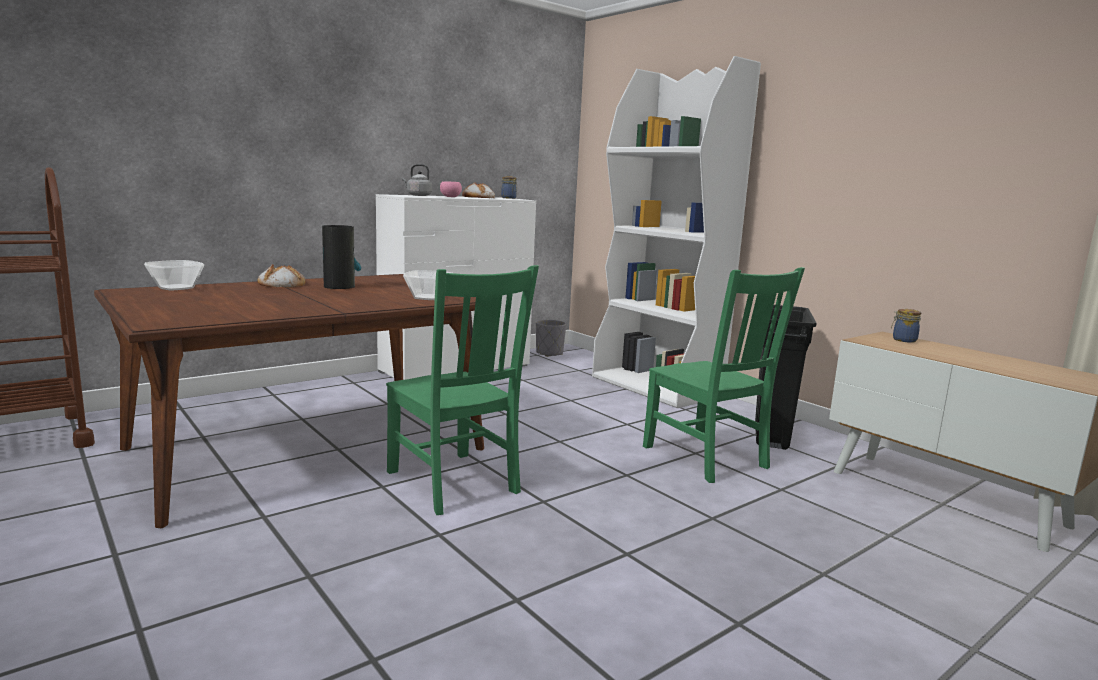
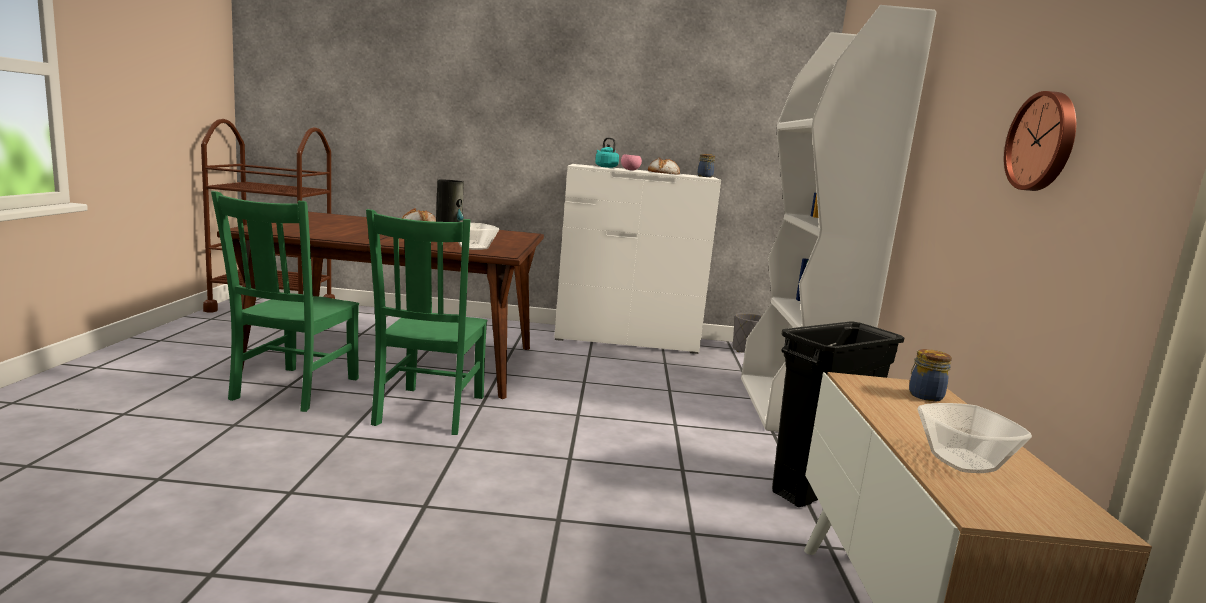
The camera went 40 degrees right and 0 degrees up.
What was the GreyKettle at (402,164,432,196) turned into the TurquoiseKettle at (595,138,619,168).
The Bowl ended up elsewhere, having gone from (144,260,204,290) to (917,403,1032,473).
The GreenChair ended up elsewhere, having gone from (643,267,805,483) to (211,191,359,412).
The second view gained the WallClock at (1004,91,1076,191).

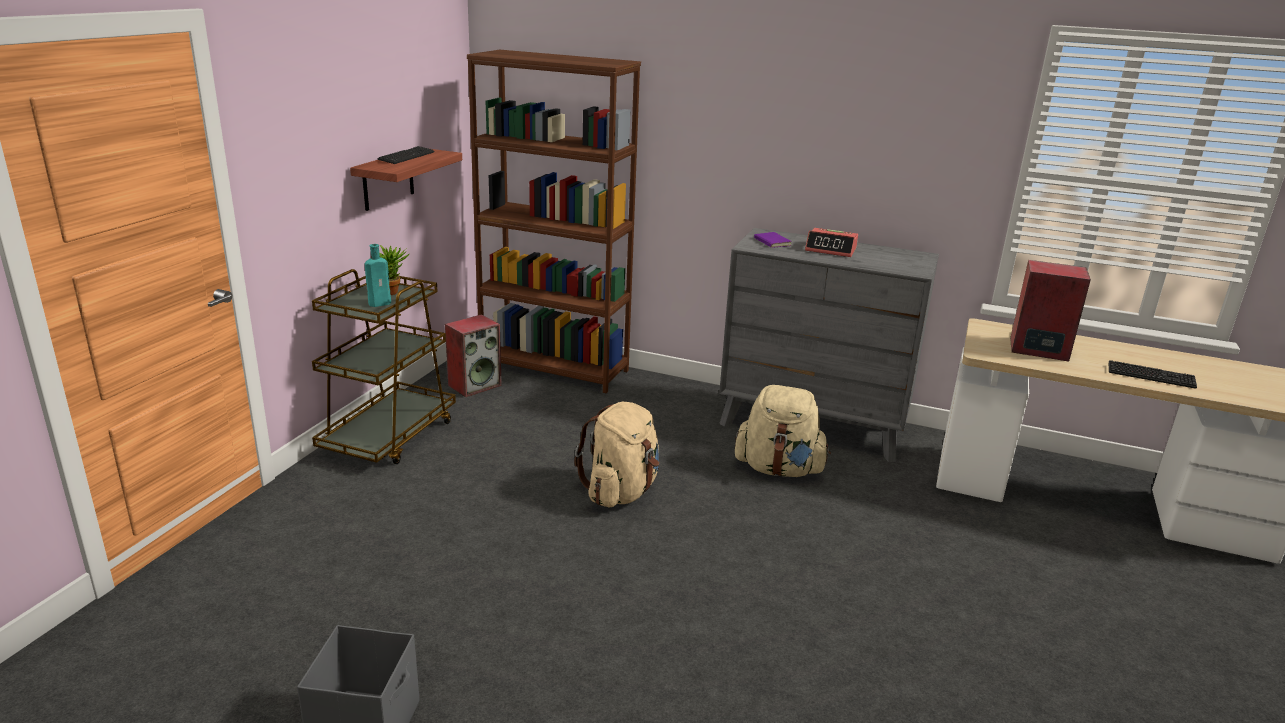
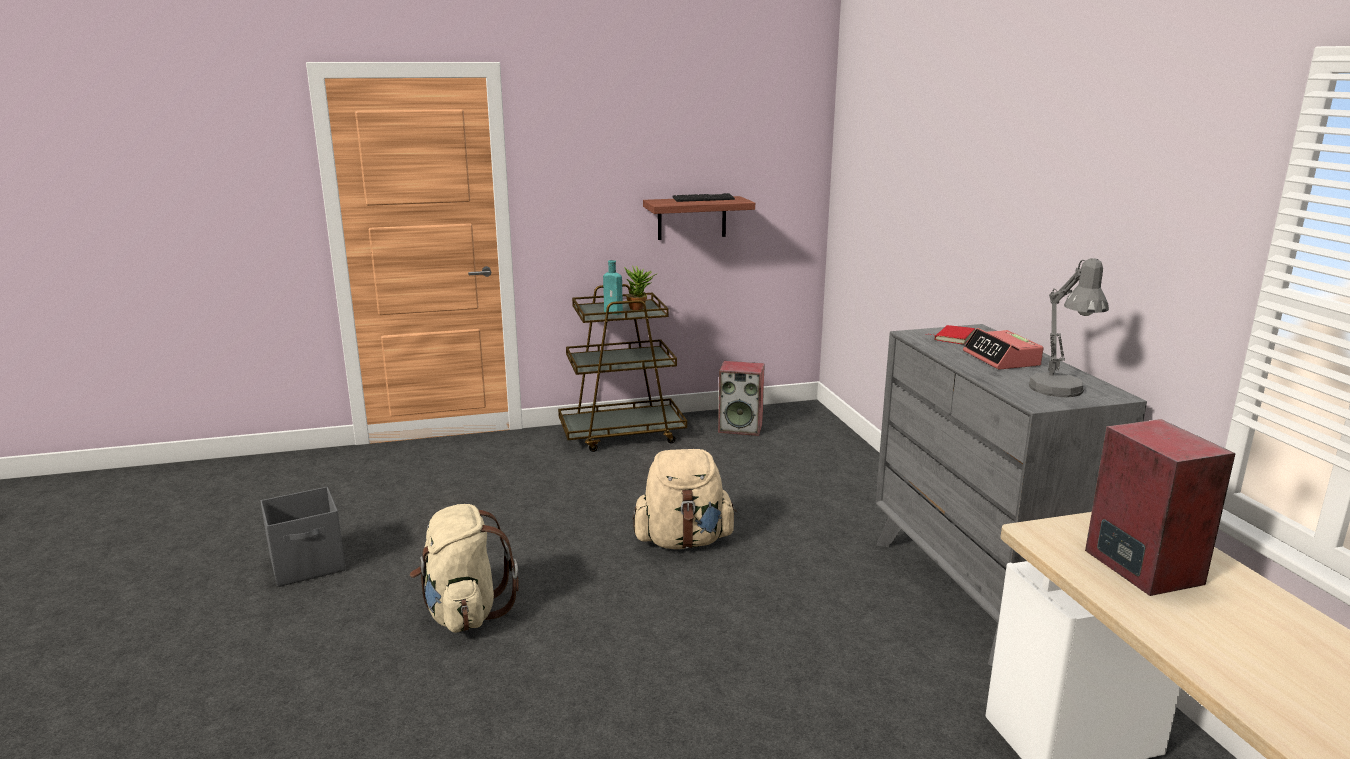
The camera went 55 degrees right and 5 degrees down.
The second view lost the BrownBookcase at (467,50,641,393).
What was the PurpleBook at (754,232,792,248) turned into the RedBook at (925,325,975,345).
The second view lost the Keyboard at (1109,360,1197,389).
The BeigeBackpack ended up elsewhere, having gone from (735,385,831,477) to (410,504,519,633).
The second view gained the GreyTableLamp at (1029,258,1109,397).

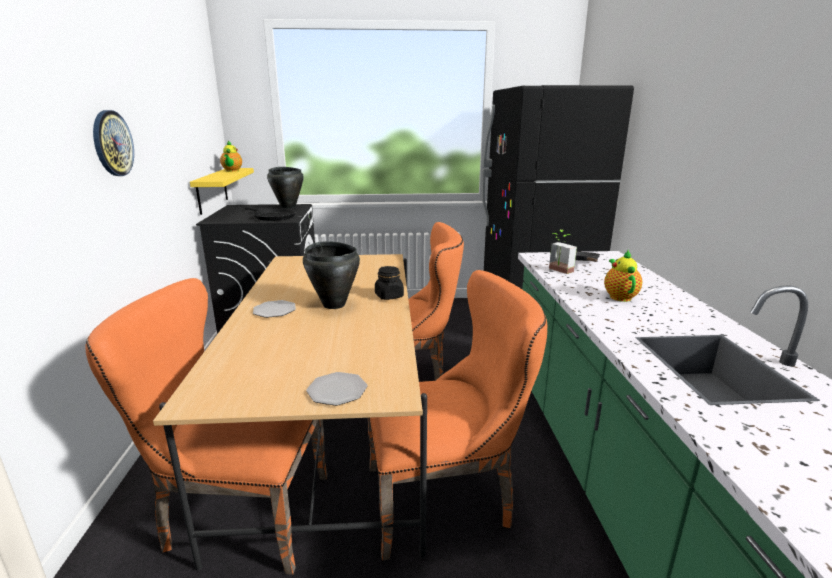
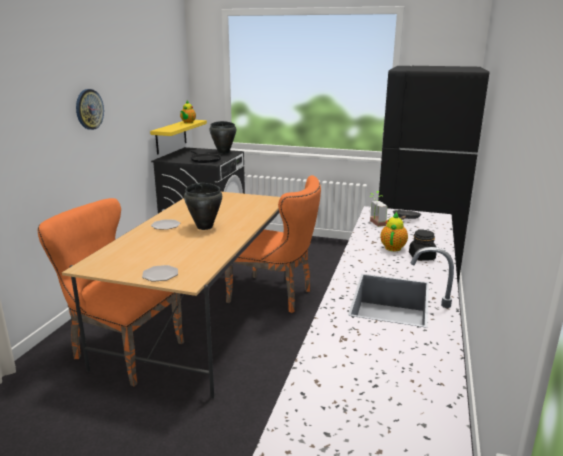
The camera went 20 degrees right and 0 degrees up.
The BlackJar ended up elsewhere, having gone from (375,266,404,300) to (409,229,437,261).
The second view lost the OrangeChair at (368,270,547,561).

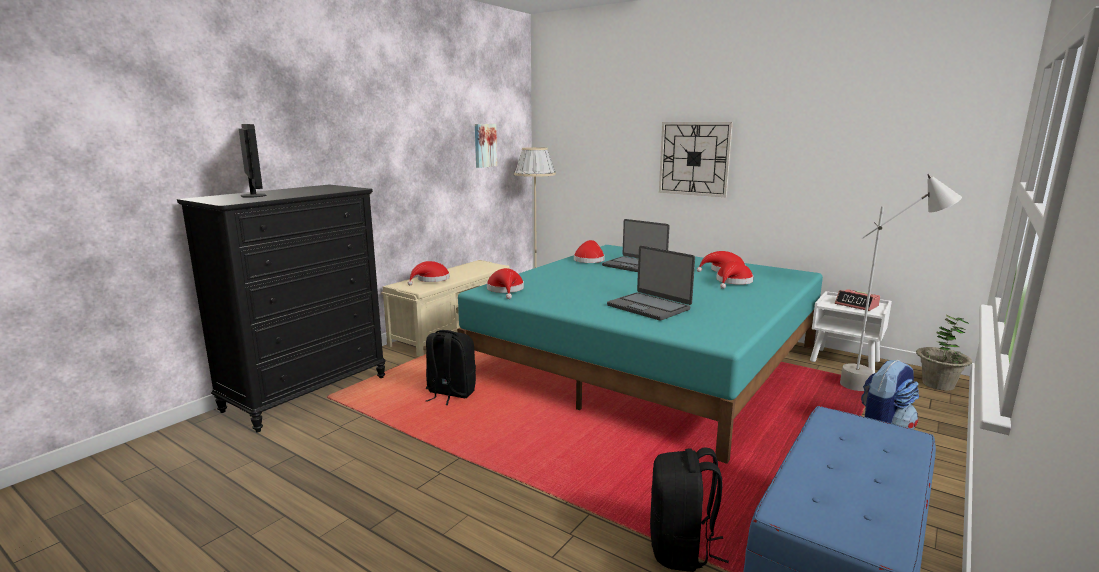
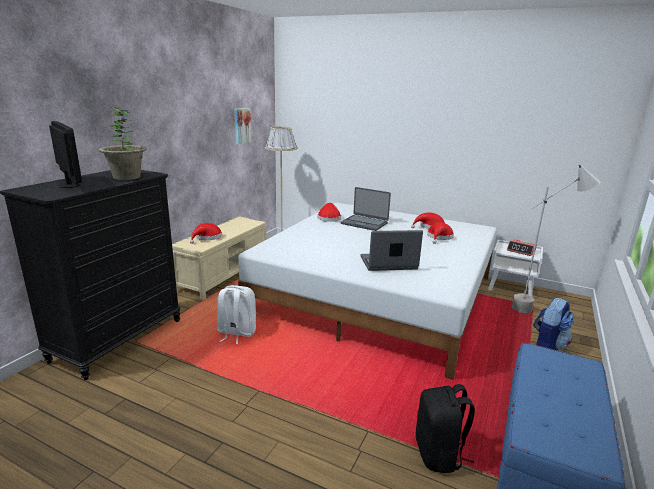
The camera went 10 degrees left and 5 degrees up.
The second view lost the WallClock at (659,122,733,197).
What was the TurquoiseBed at (457,245,823,464) turned into the WhiteBed at (238,203,497,380).
The Laptop at (607,246,695,321) ended up facing another way, 135 degrees clockwise from before.
The second view lost the RedHat at (487,268,524,299).
The PottedPlant ended up elsewhere, having gone from (916,315,973,391) to (99,107,147,180).
What was the BlackBackpack at (426,330,476,405) turned into the WhiteBackpack at (217,285,256,344).

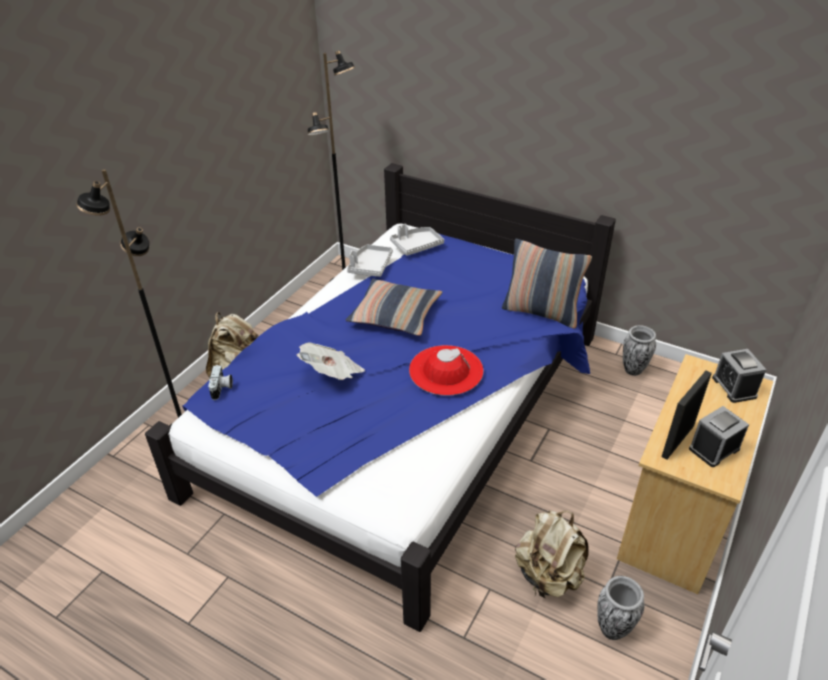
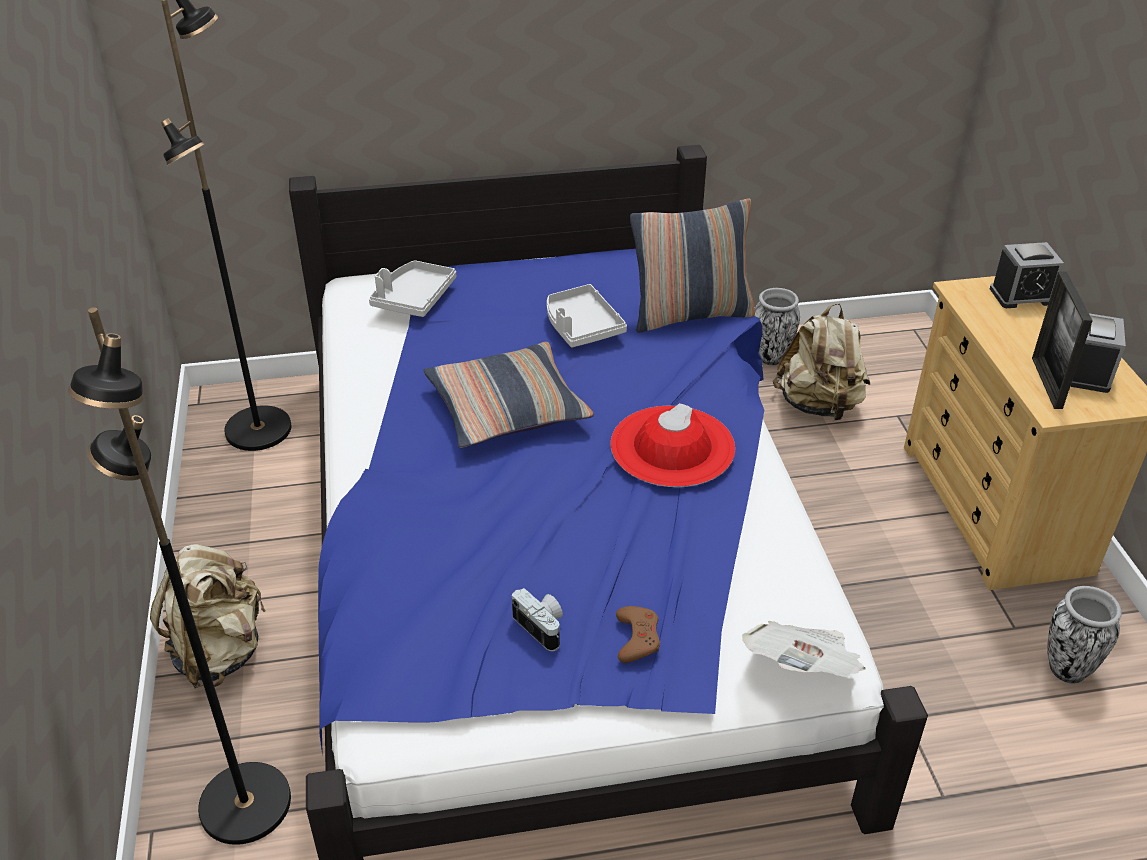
The camera went 40 degrees left and 0 degrees up.
The GreyTray ended up elsewhere, having gone from (347,244,393,277) to (547,284,627,347).
The Newspaper ended up elsewhere, having gone from (297,342,365,380) to (742,621,866,677).
The AlarmClock at (712,349,767,403) ended up facing another way, 45 degrees counterclockwise from before.
The PhotoCamera ended up elsewhere, having gone from (208,365,233,400) to (512,588,563,651).
The BeigeBackpack ended up elsewhere, having gone from (515,511,589,598) to (773,303,870,421).
The second view gained the BrownGameController at (616,606,660,663).

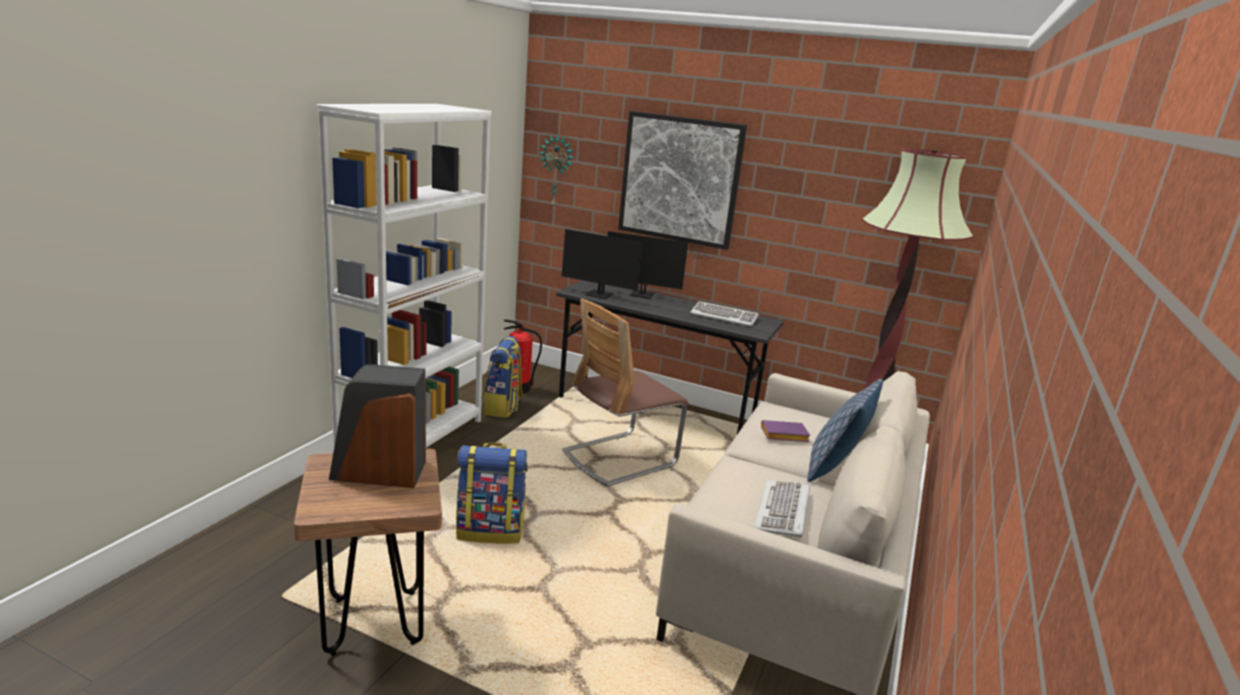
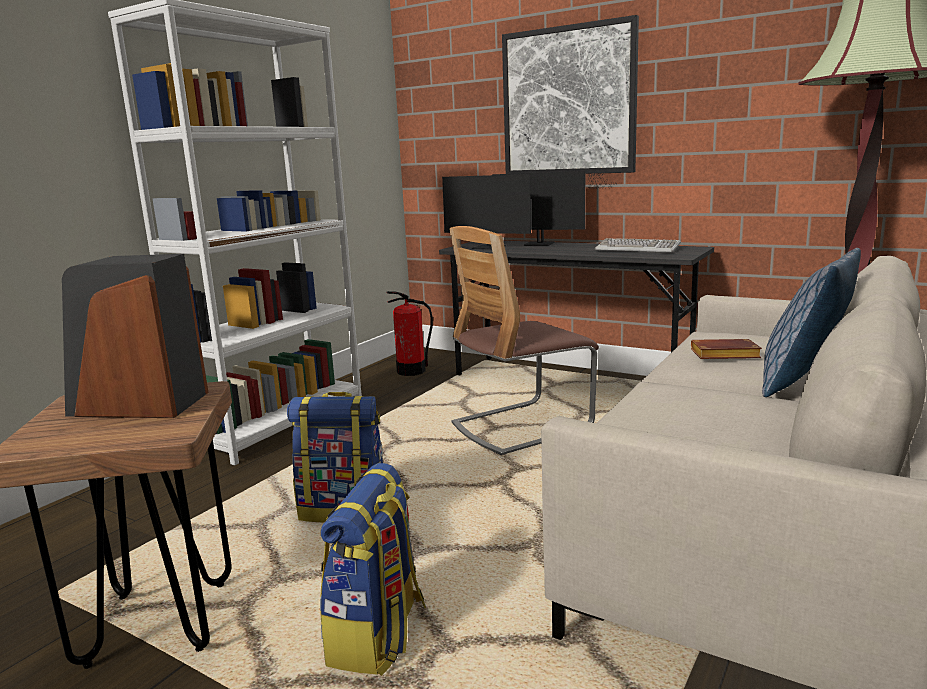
The camera went 10 degrees right and 5 degrees down.
The second view lost the WallClock at (539,135,574,207).
The Backpack ended up elsewhere, having gone from (483,336,523,418) to (320,463,426,676).
What was the PurpleBook at (761,420,810,442) turned into the BrownBook at (691,339,762,359).
The second view lost the Keyboard at (753,480,810,538).

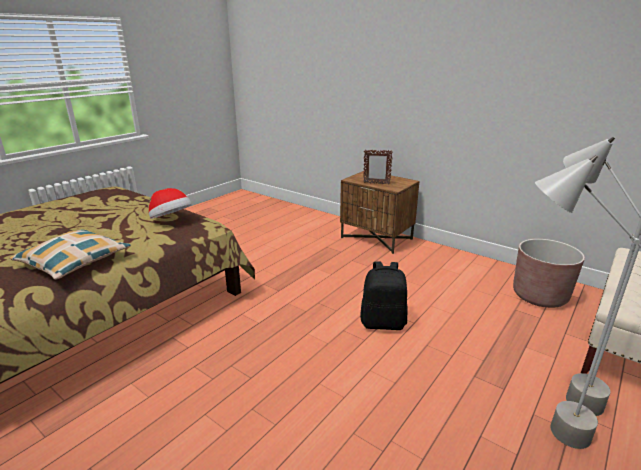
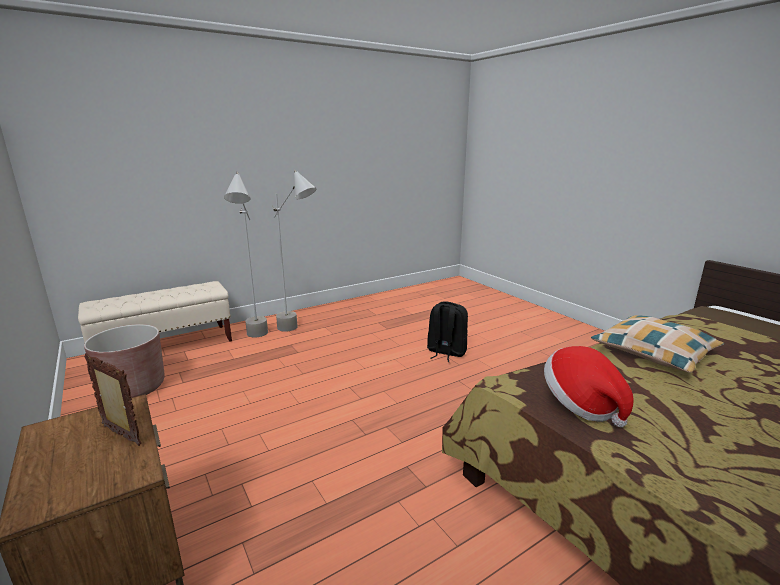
The camera went 160 degrees left and 5 degrees down.
The BlackBackpack ended up elsewhere, having gone from (360,261,408,330) to (427,301,468,362).

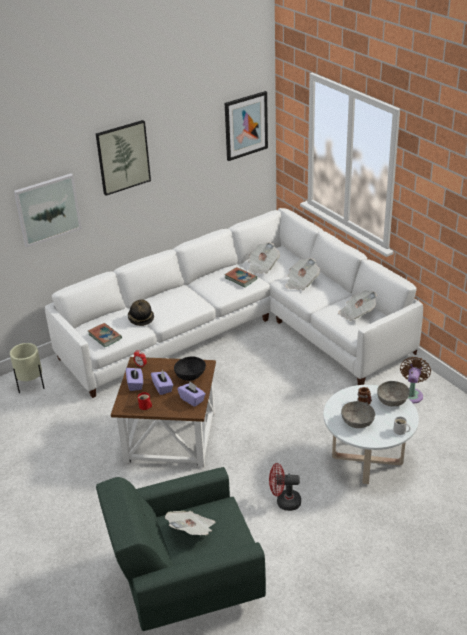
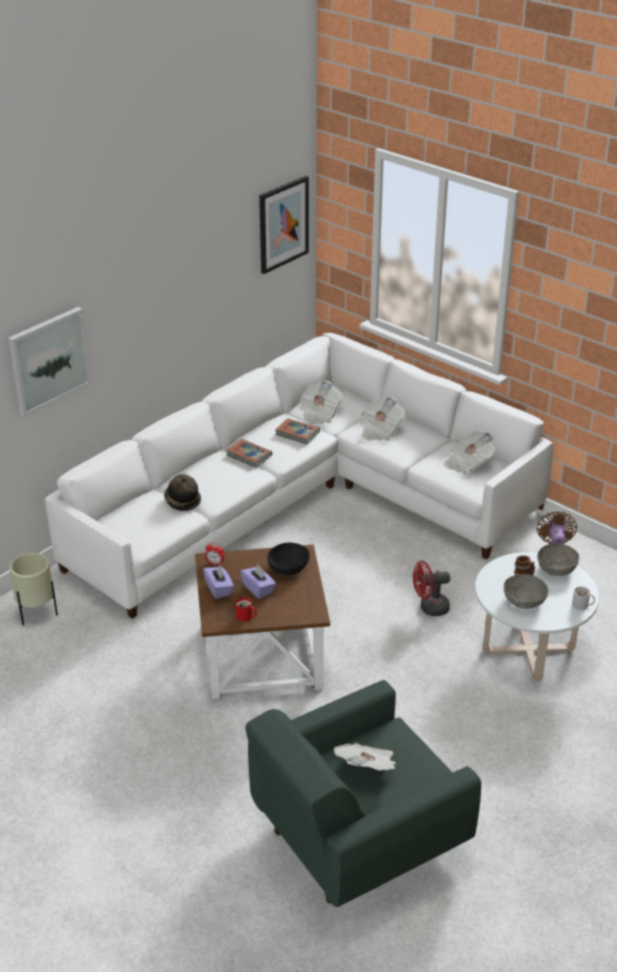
The camera went 15 degrees left and 0 degrees up.
The second view lost the Picture at (96,120,151,196).
The Book ended up elsewhere, having gone from (88,323,122,347) to (226,439,272,467).
The second view lost the PurpleTissueBox at (177,381,206,407).
The RedFan ended up elsewhere, having gone from (269,463,301,511) to (413,561,450,616).

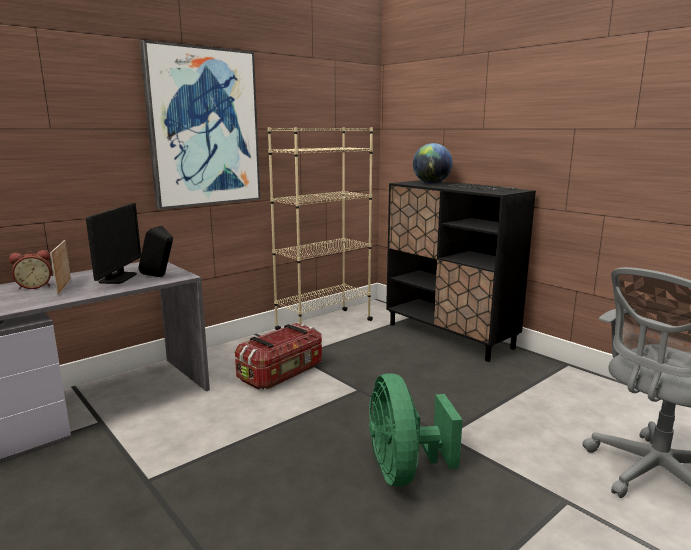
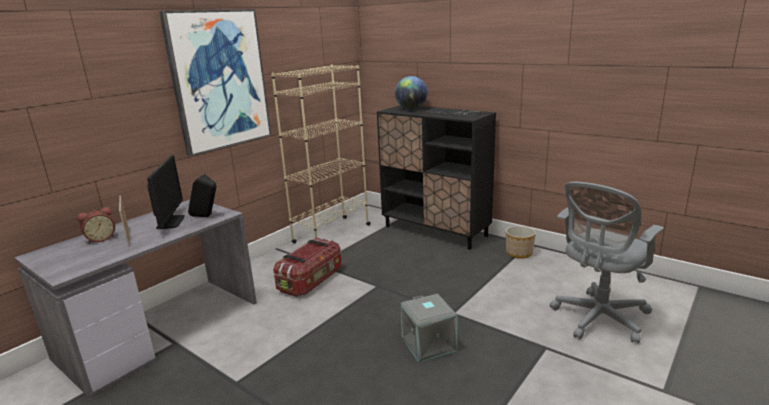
The camera went 10 degrees left and 5 degrees up.
Where the GreenFan stood at (369,373,463,487), the GreyStorageBox came to stand at (401,294,458,362).
The second view gained the Planter at (506,226,536,259).

